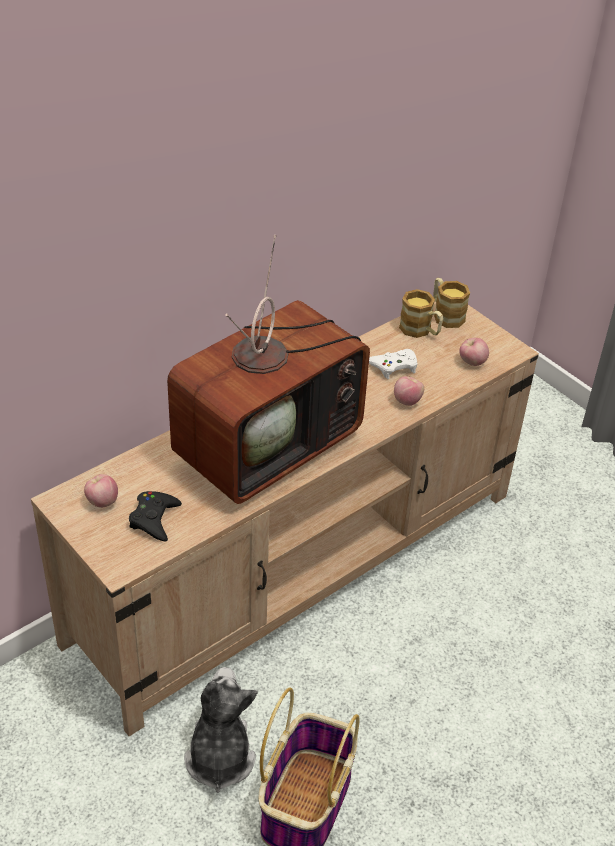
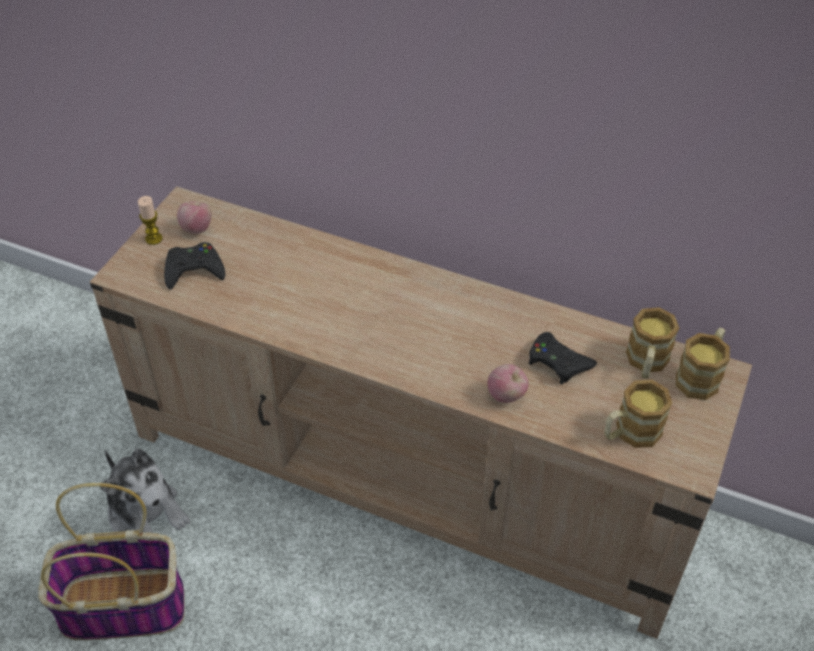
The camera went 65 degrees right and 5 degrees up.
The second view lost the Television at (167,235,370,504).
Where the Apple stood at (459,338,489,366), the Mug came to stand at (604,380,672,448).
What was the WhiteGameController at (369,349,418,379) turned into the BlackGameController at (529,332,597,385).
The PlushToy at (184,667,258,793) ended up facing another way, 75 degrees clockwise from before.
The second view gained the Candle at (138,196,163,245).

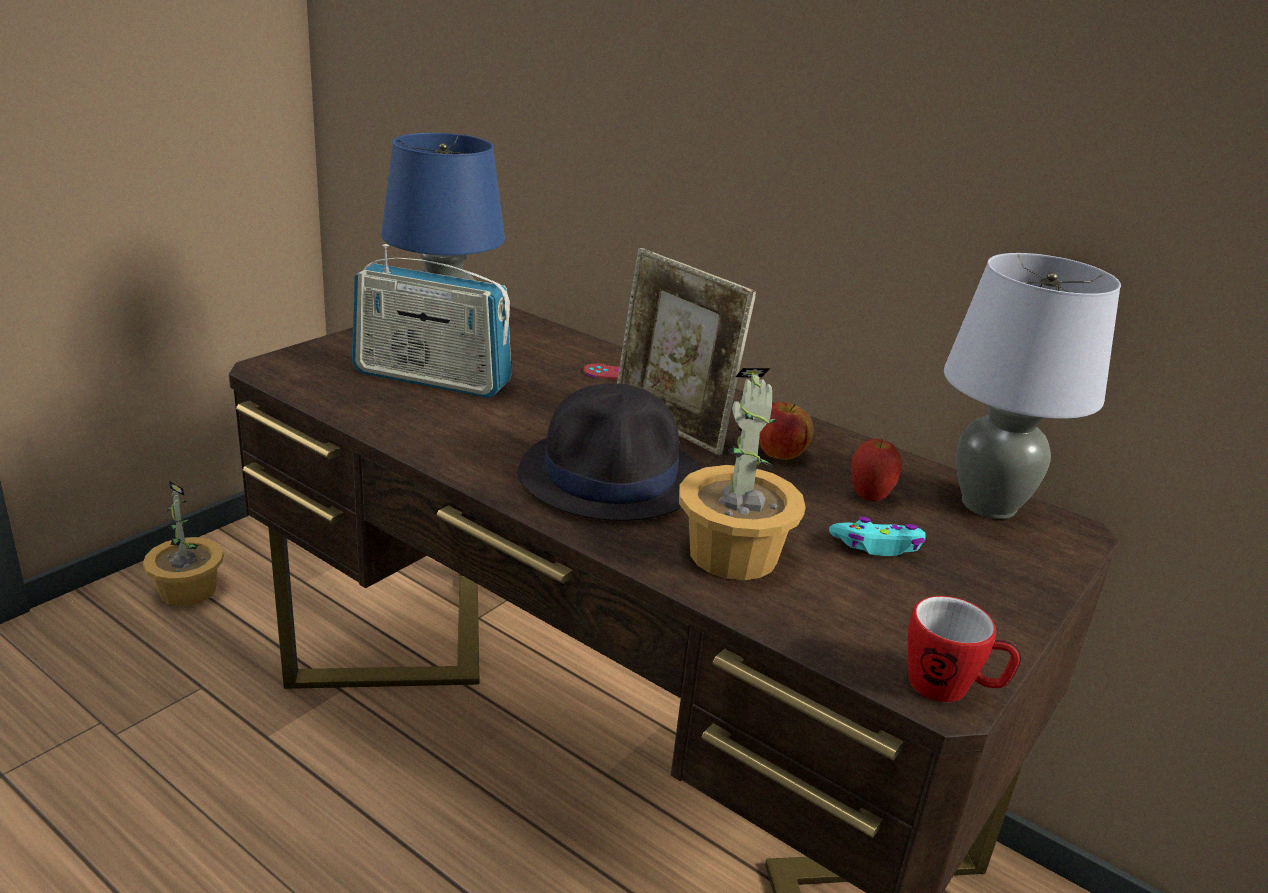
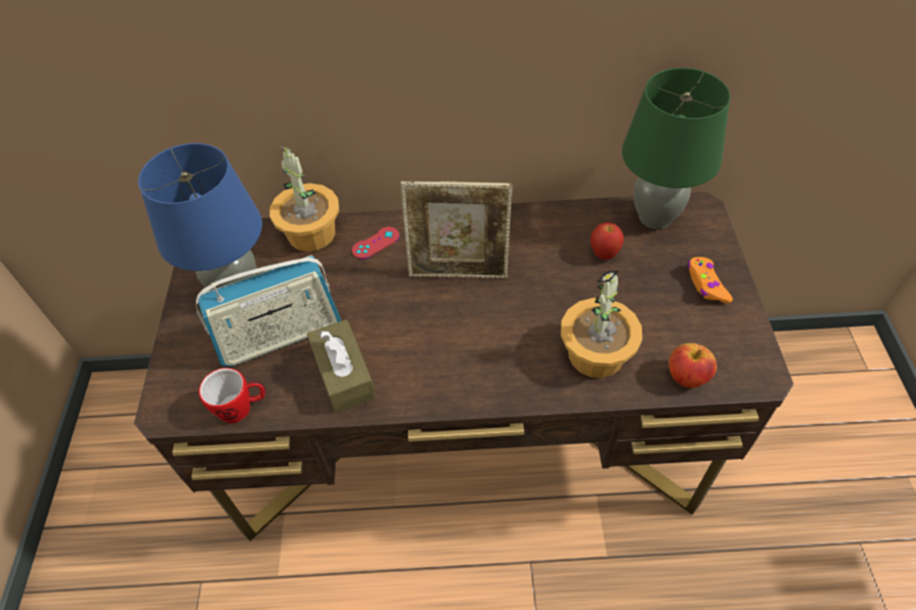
The camera went 35 degrees left and 25 degrees up.
What was the GreyTableLamp at (944,253,1121,519) turned into the GreenTableLamp at (622,68,731,229).
The second view lost the BlackHat at (518,383,701,521).
The Apple ended up elsewhere, having gone from (759,402,814,460) to (668,343,717,388).
The PottedPlant ended up elsewhere, having gone from (143,481,224,607) to (270,146,339,252).
The second view lost the TurquoiseGameController at (829,517,926,556).
The Mug ended up elsewhere, having gone from (907,596,1021,702) to (199,368,266,423).
The second view gained the OrangeGameController at (688,257,733,303).
The second view gained the BrownTissueBox at (307,319,376,414).

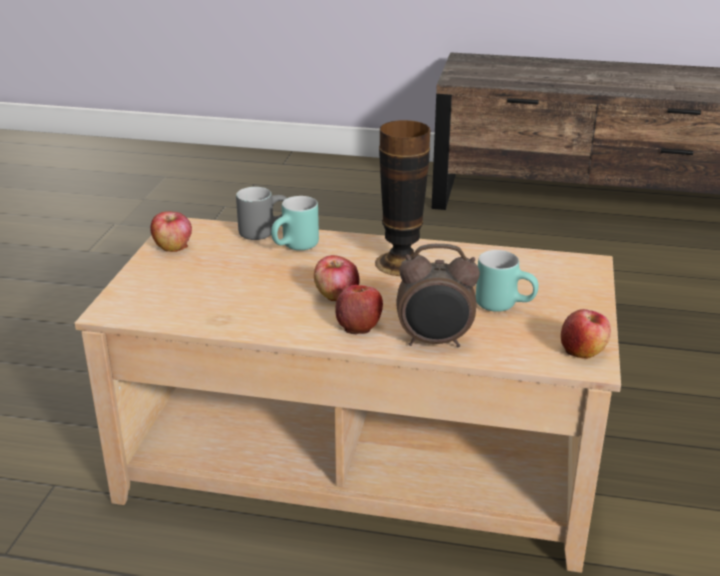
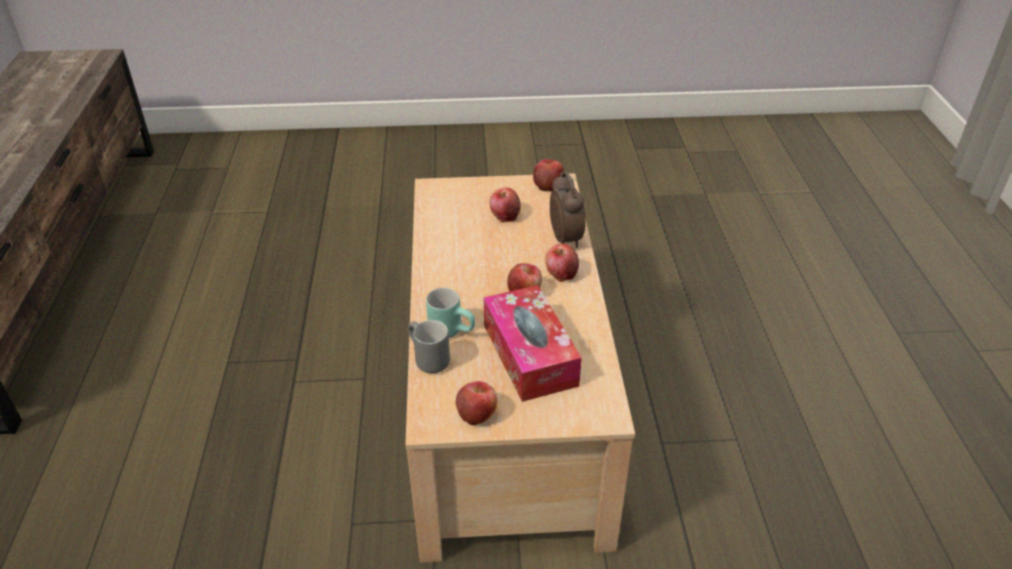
The camera went 105 degrees left and 10 degrees up.
The second view lost the Vase at (375,120,430,276).
Where the TurquoiseMug stood at (476,250,539,312), the Apple came to stand at (489,188,521,222).
The second view gained the TissueBox at (484,285,582,402).

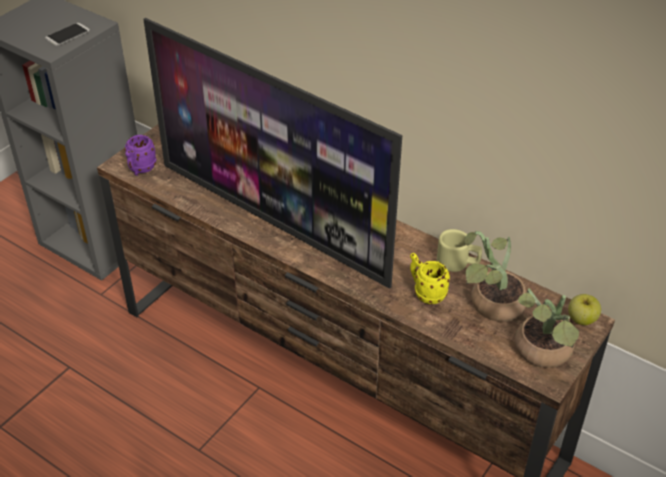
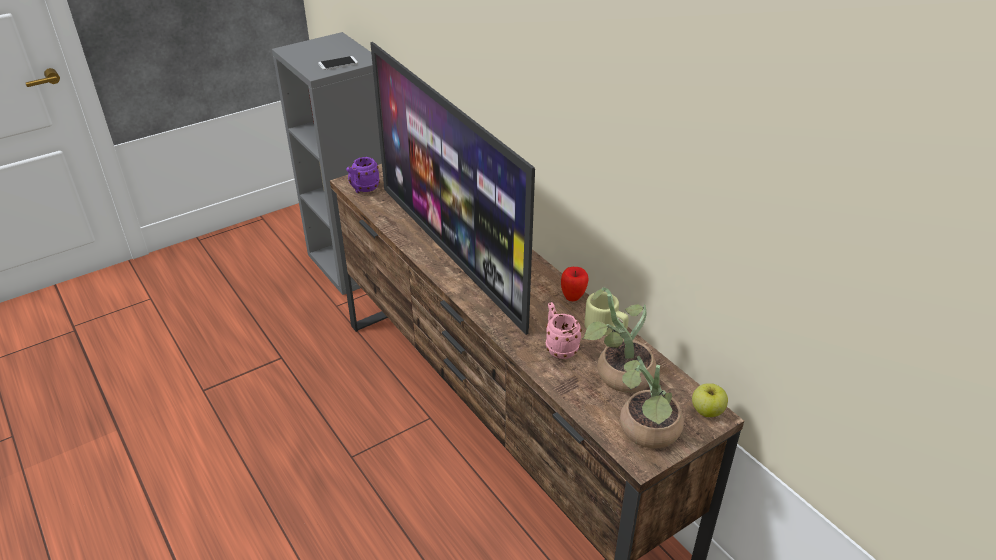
The camera went 20 degrees right and 5 degrees down.
What was the YellowMug at (410,253,450,304) turned into the PinkMug at (546,302,582,359).
The second view gained the Apple at (561,267,589,301).

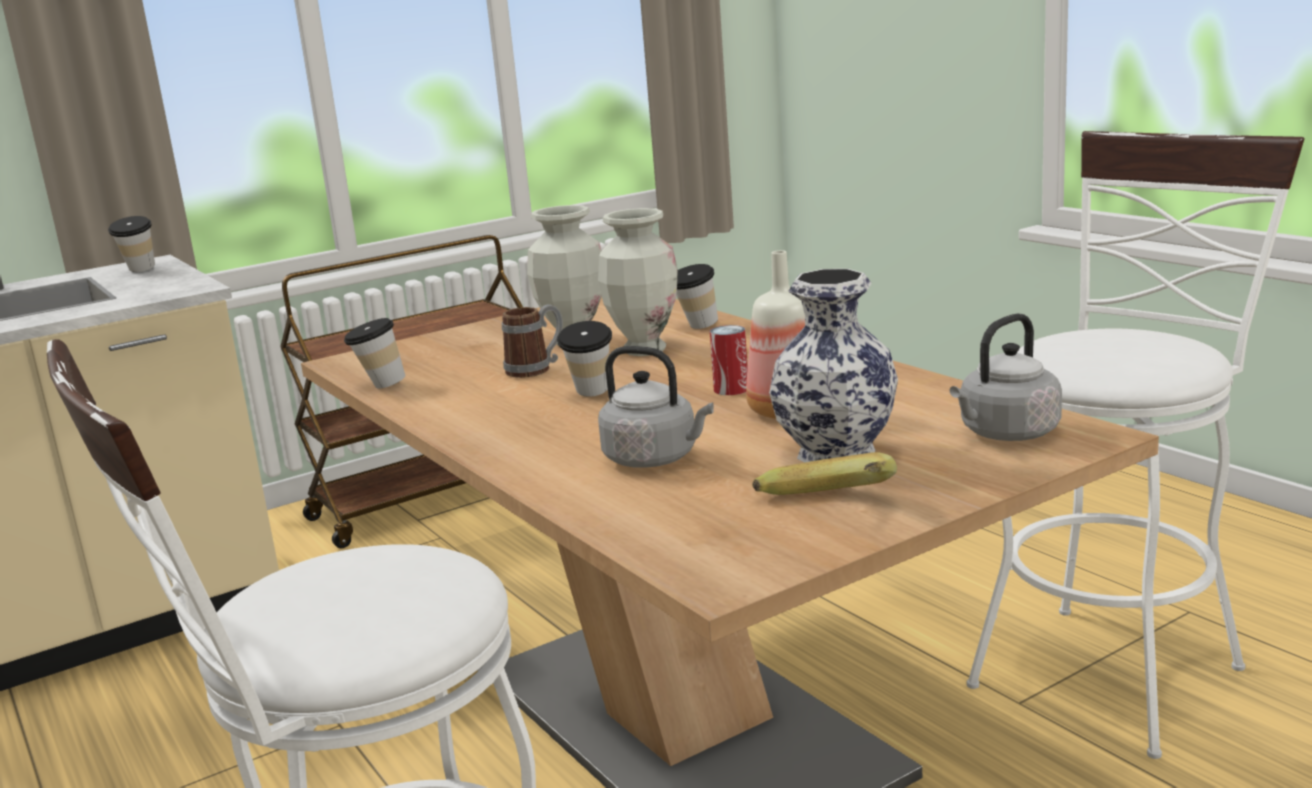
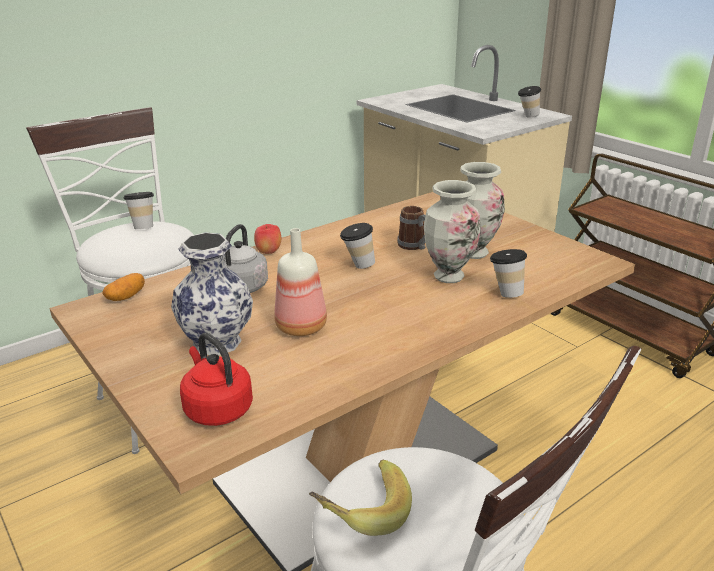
The camera went 85 degrees right and 10 degrees up.
What was the GreyKettle at (950,313,1062,441) turned into the RedKettle at (180,332,253,426).
The Cup ended up elsewhere, having gone from (344,318,405,389) to (123,192,154,229).
The second view lost the Can at (710,325,748,395).
The Banana ended up elsewhere, having gone from (752,452,897,495) to (309,460,412,536).
The second view gained the Apple at (254,224,281,254).
The second view gained the Potato at (102,273,145,301).

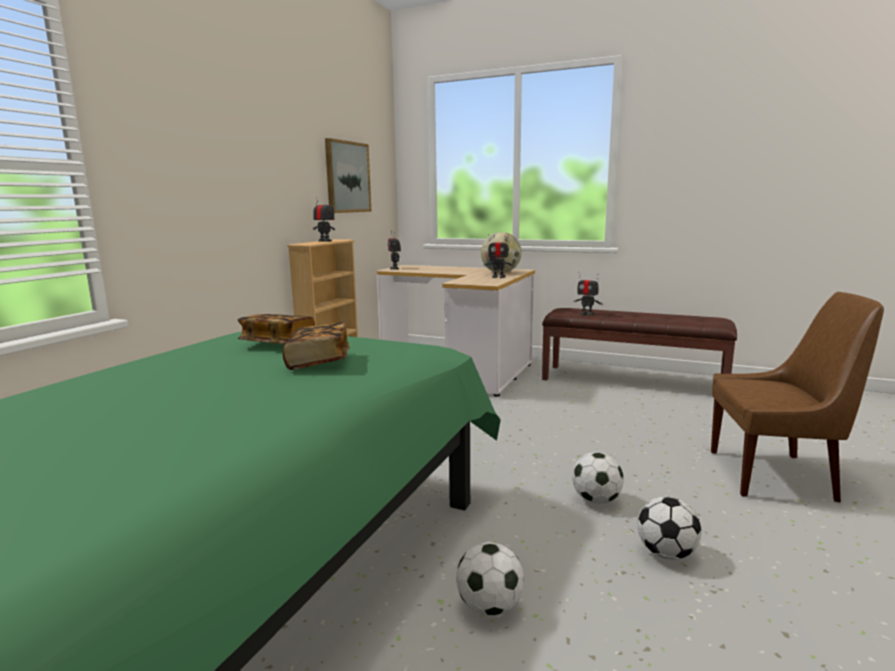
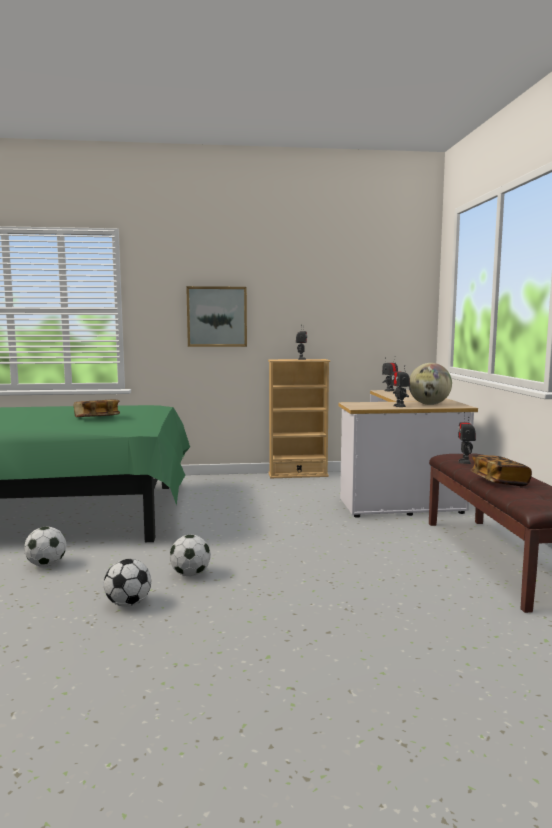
The camera went 60 degrees right and 5 degrees down.
The Picture ended up elsewhere, having gone from (325,138,372,213) to (186,286,247,347).
The second view lost the BrownChair at (711,292,884,503).
The Book ended up elsewhere, having gone from (237,314,315,344) to (470,455,532,486).

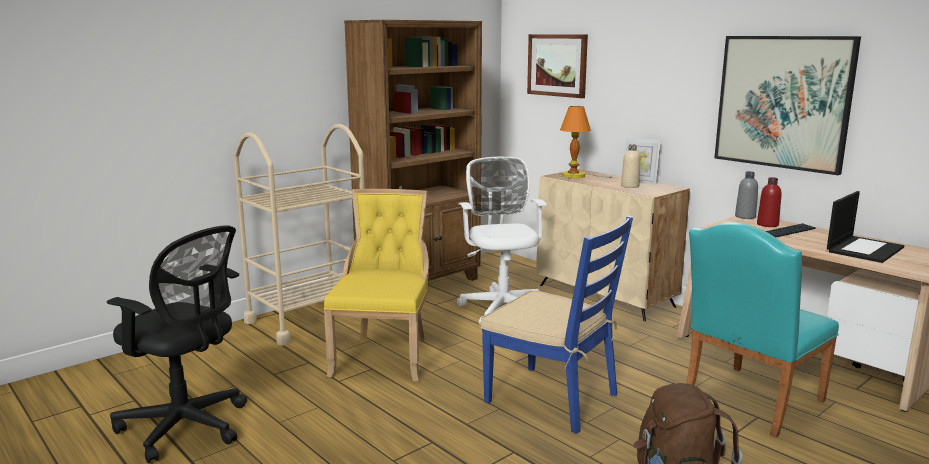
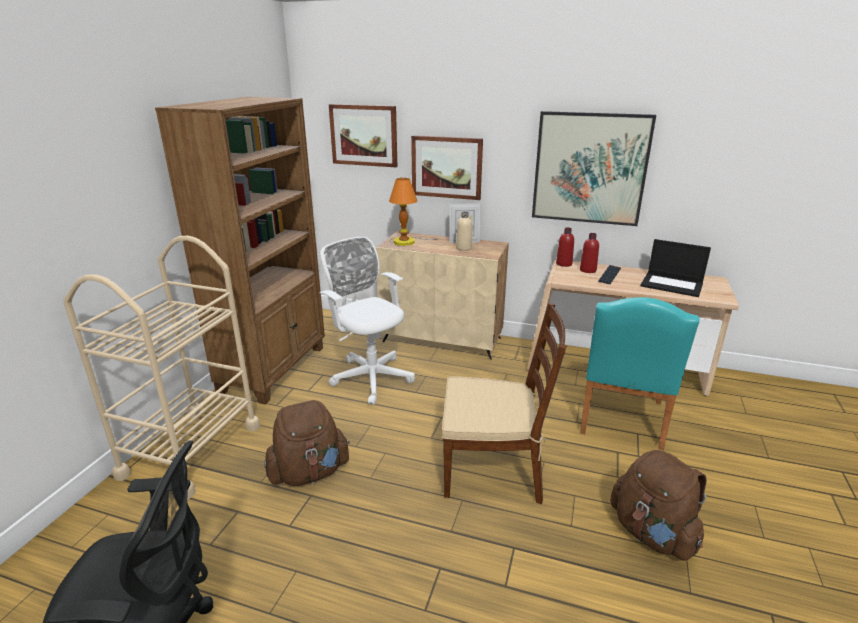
The camera went 30 degrees left and 10 degrees up.
What was the GreyBottle at (735,171,758,219) turned into the RedBottle at (556,227,574,267).
Where the YellowChair stood at (324,189,429,382), the BrownBackpack came to stand at (264,400,350,486).
The Laptop at (827,191,905,263) ended up facing another way, 105 degrees clockwise from before.
What was the BlueChair at (481,215,633,434) turned into the BrownChair at (442,303,567,504).
The second view gained the Picture at (411,135,483,200).

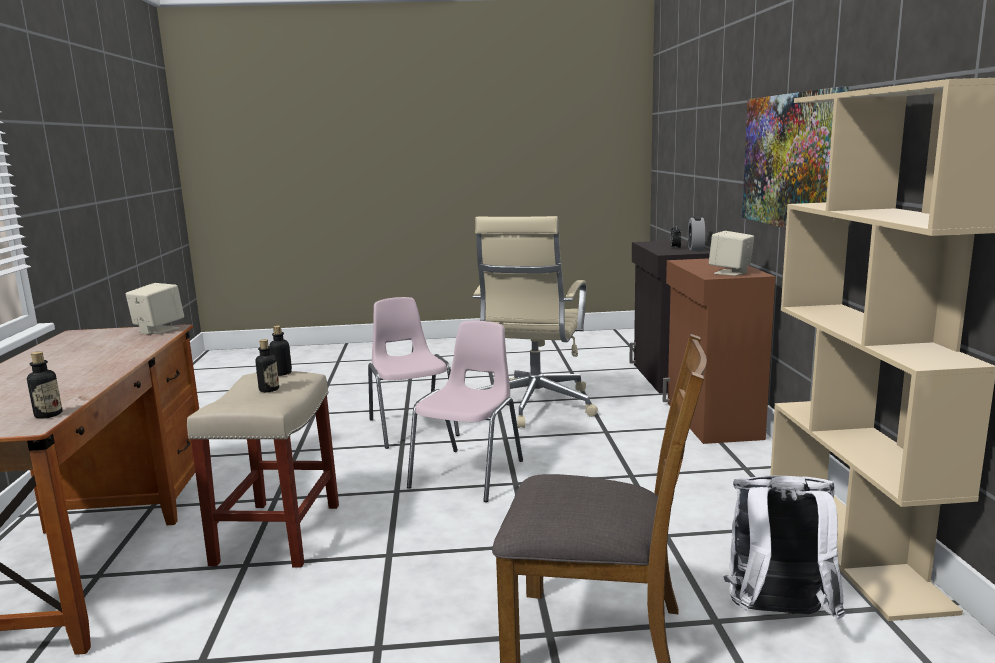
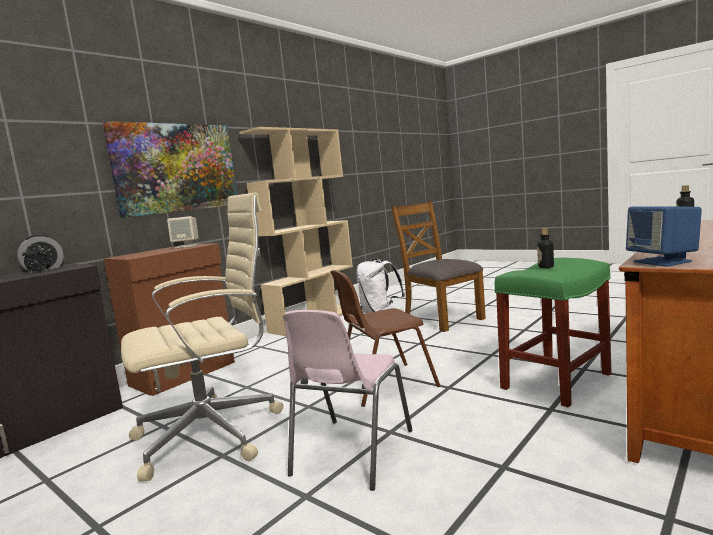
The camera went 135 degrees left and 5 degrees down.
What was the BeigeSpeaker at (126,283,184,334) turned into the BlueSpeaker at (626,206,702,267).
What was the PinkChair at (407,321,523,502) turned into the BrownChair at (331,270,440,407).
The second view lost the Bottle at (269,325,292,376).
What was the BeigeStool at (187,371,339,568) turned into the GreenStool at (495,258,612,407).

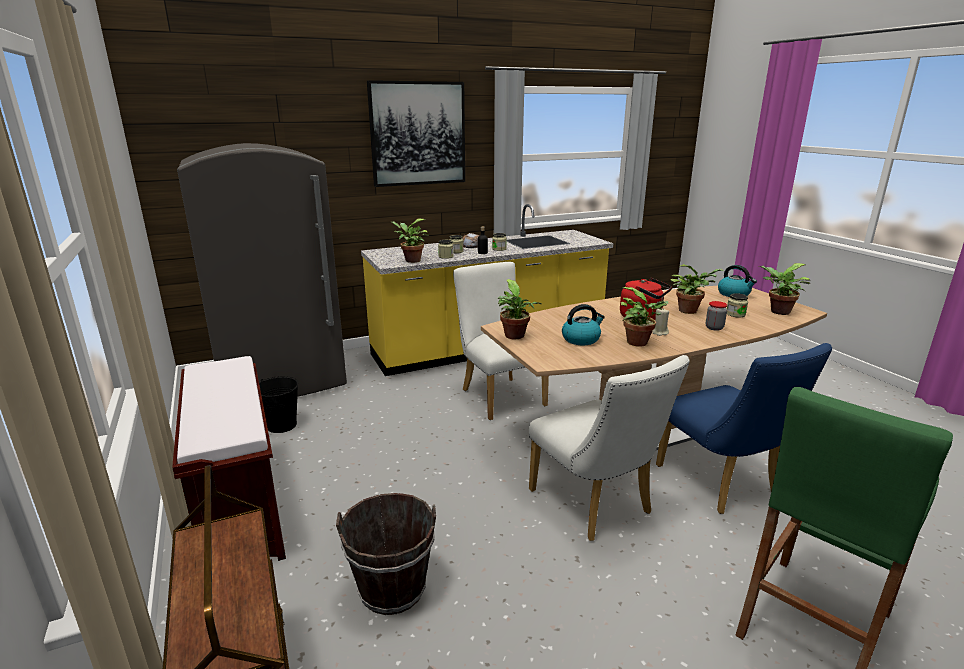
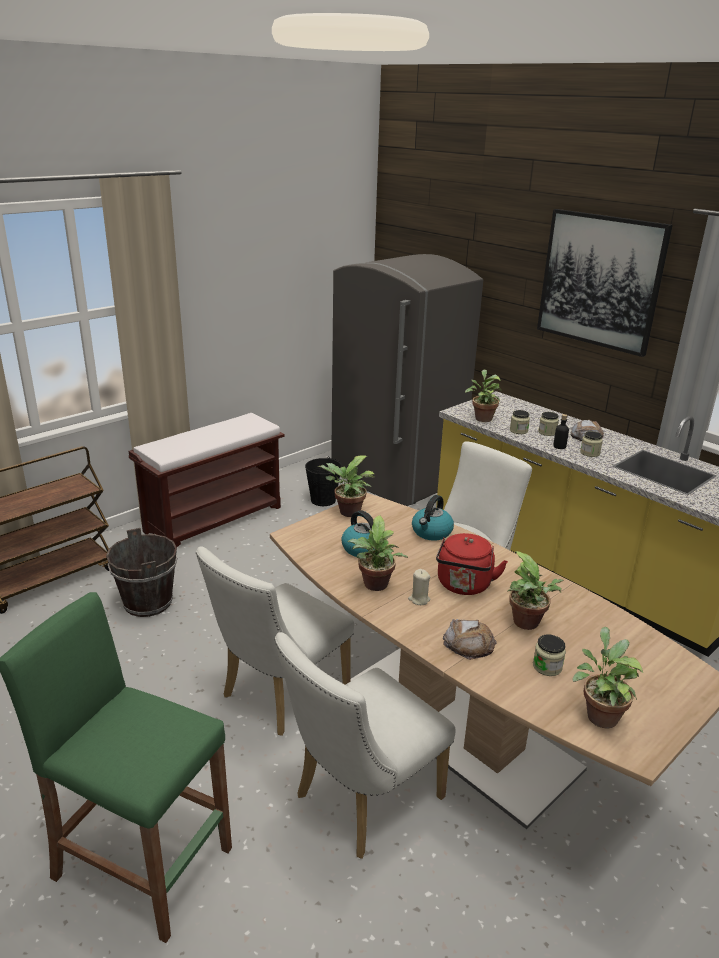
The camera went 70 degrees right and 5 degrees up.
The Kettle ended up elsewhere, having gone from (718,265,757,297) to (412,495,454,541).
Where the Jar stood at (706,301,727,331), the Bread came to stand at (443,619,497,660).
What was the BlueChair at (656,343,832,514) turned into the WhiteChair at (275,632,456,859).

